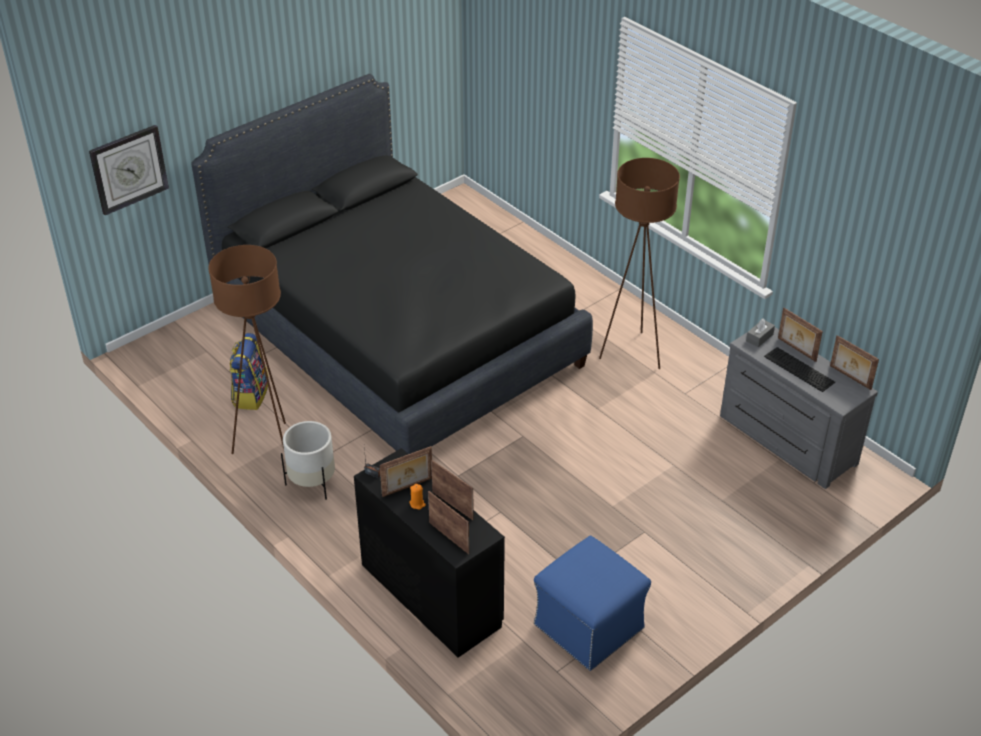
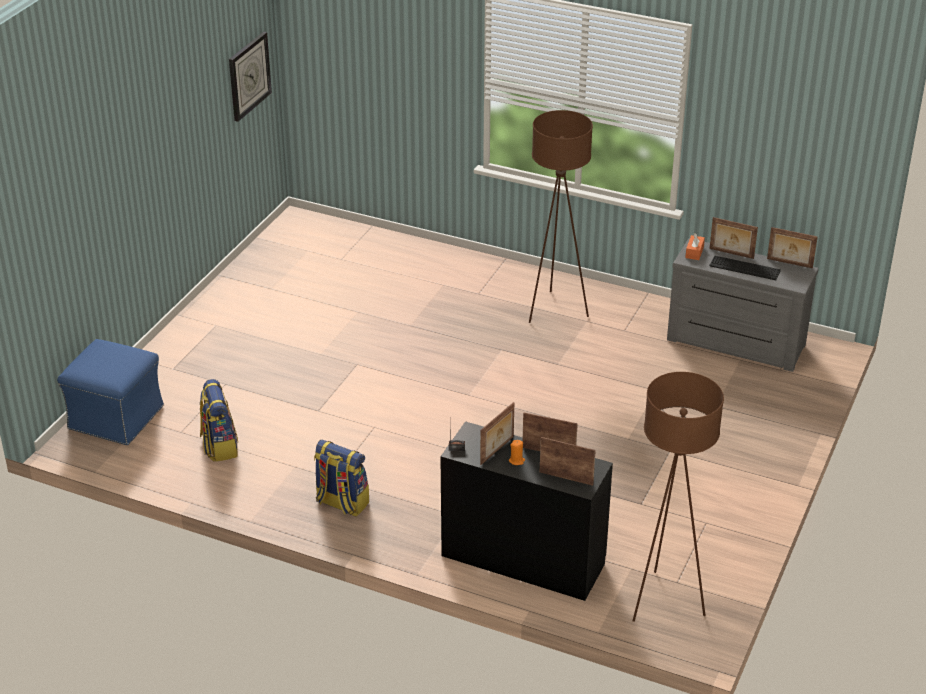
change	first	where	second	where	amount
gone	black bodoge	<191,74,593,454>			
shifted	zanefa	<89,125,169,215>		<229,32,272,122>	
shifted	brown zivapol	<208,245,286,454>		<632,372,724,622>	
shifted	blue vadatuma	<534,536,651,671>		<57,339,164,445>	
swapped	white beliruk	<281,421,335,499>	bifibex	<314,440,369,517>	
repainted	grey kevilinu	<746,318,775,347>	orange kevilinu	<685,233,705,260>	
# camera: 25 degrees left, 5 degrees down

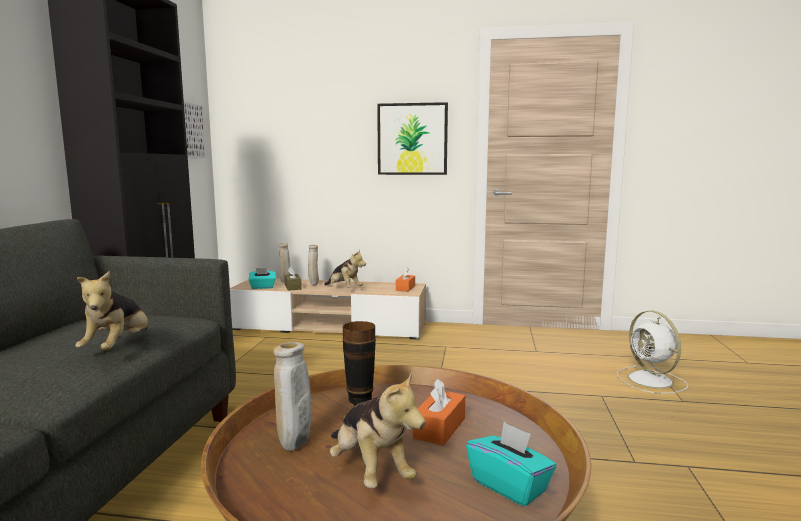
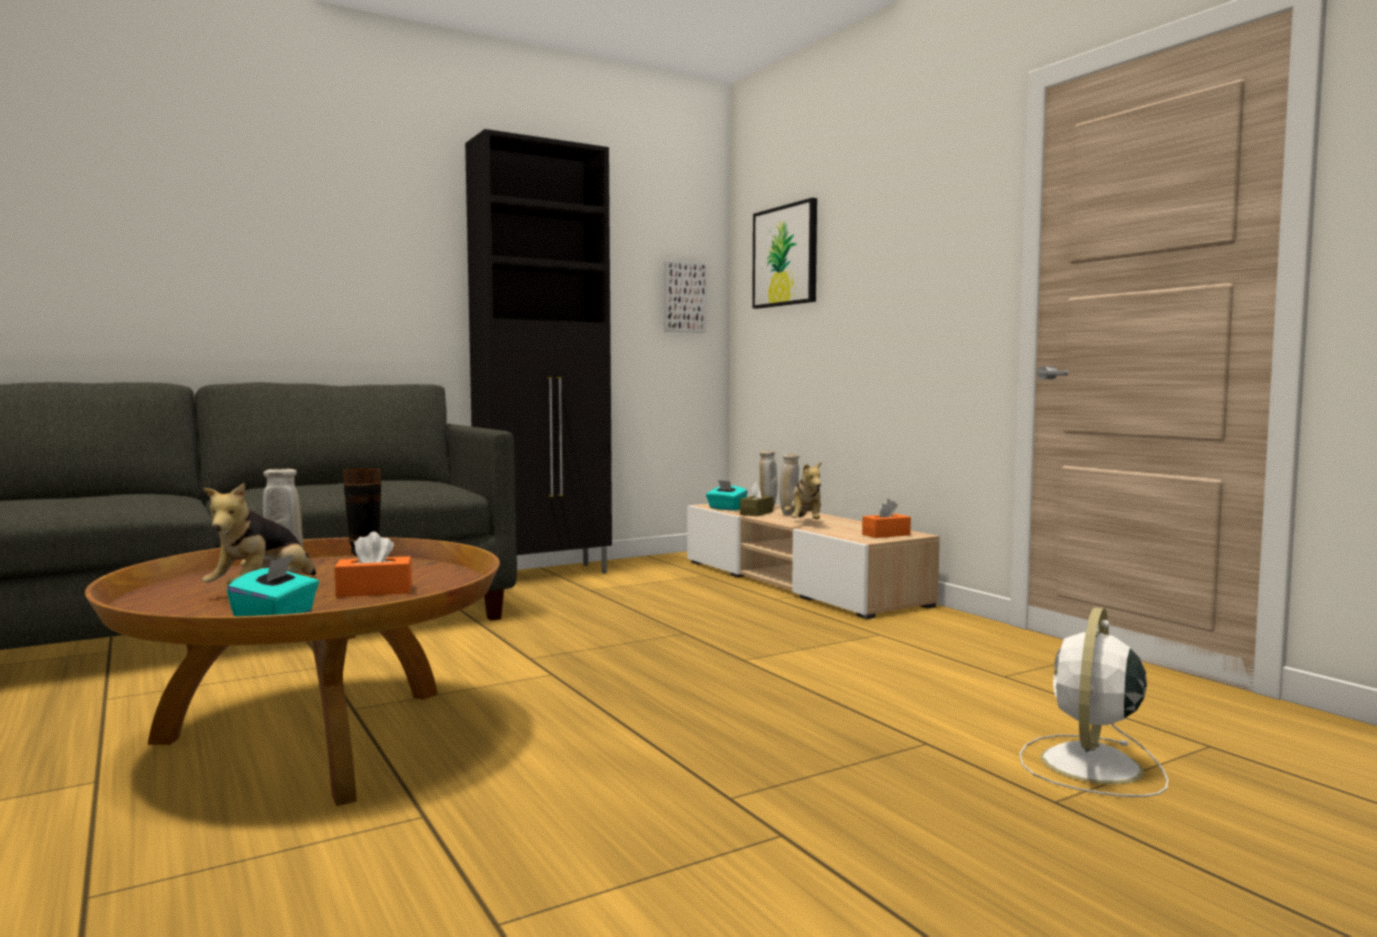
change	first	where	second	where	amount
gone	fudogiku	<75,271,148,350>			
shifted	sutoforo	<377,102,448,175>		<752,198,817,309>	
# camera: 50 degrees right, 5 degrees down

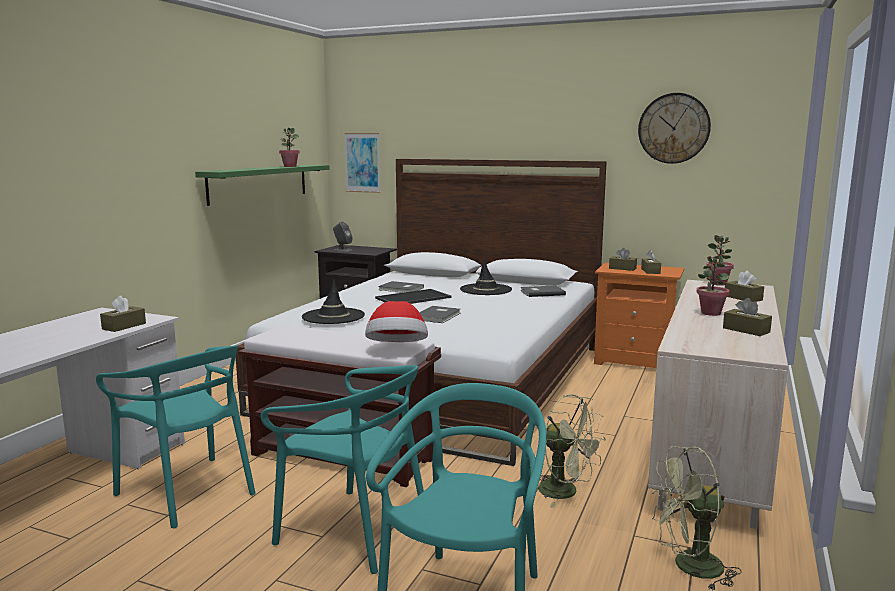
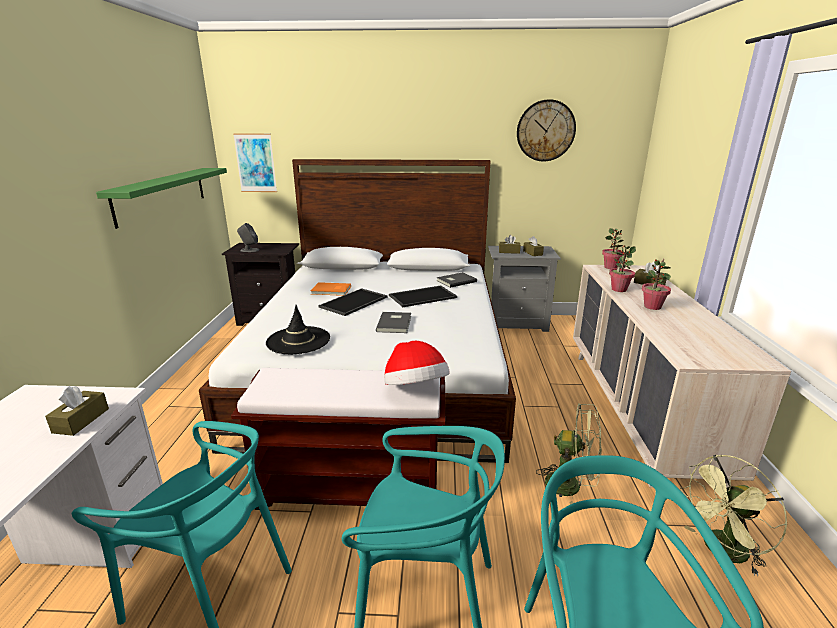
change	first	where	second	where	amount
gone	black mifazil	<460,259,512,295>			
gone	brown kevilinu	<723,298,772,336>			
new			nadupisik	<389,285,457,307>	
shifted	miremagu	<279,128,300,167>		<609,245,636,292>	
repainted	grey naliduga	<379,281,424,293>	orange naliduga	<311,282,351,296>	
repainted	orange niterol	<594,263,685,368>	grey niterol	<488,246,561,332>	
# camera: 20 degrees left, 10 degrees up

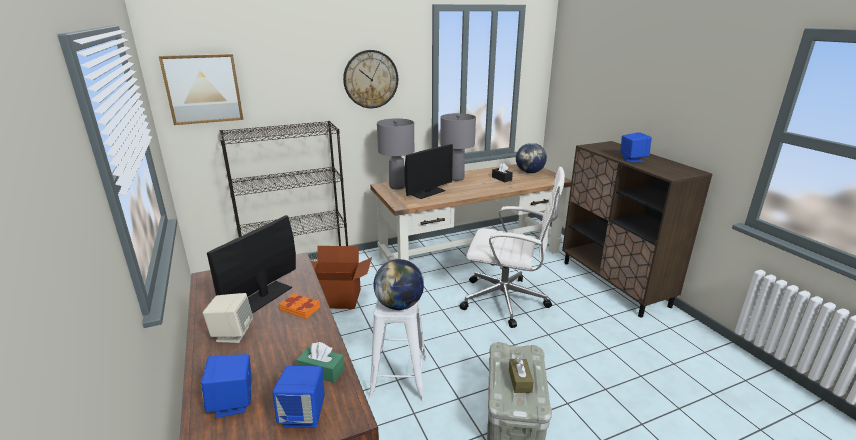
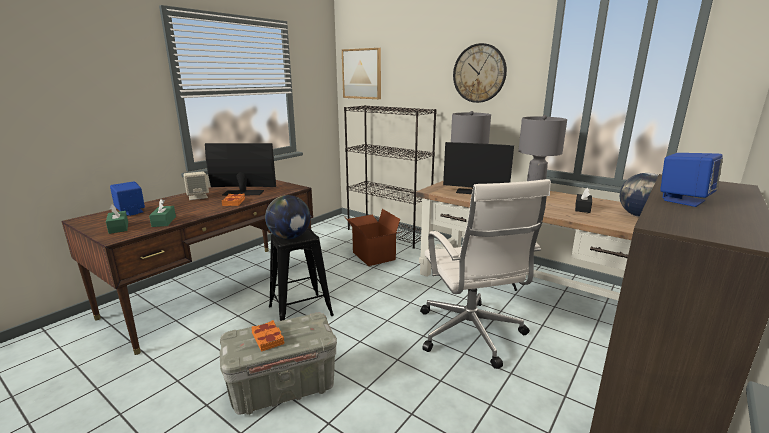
change	first	where	second	where	amount
swapped	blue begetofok	<272,366,325,428>	green kevilinu	<106,204,128,234>	
swapped	brown kevilinu	<509,357,534,393>	orange naliduga	<251,320,284,352>	
repainted	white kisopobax	<368,299,427,401>	black kisopobax	<269,228,334,321>	
# camera: 60 degrees right, 5 degrees down

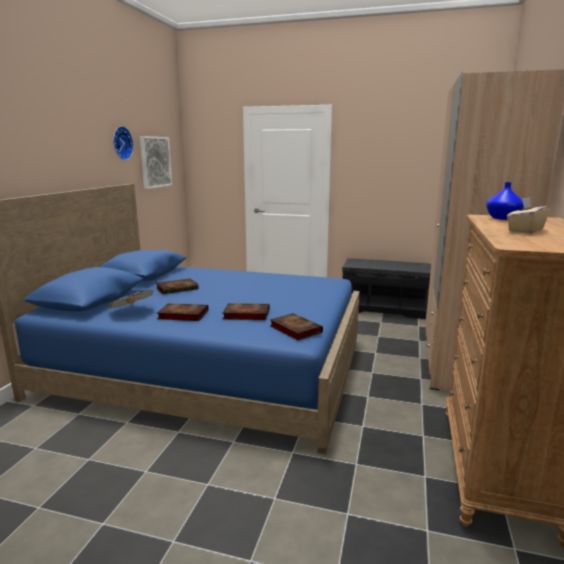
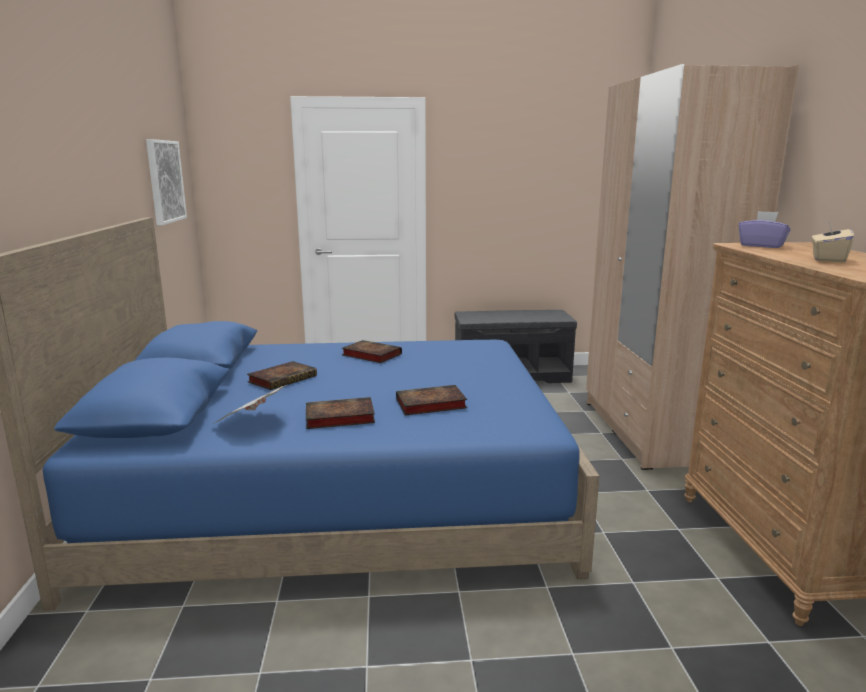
change	first	where	second	where	amount
gone	zanefa	<113,126,134,160>			
shifted	naliduga	<270,313,323,341>		<342,340,402,363>	
swapped	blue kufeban	<486,182,524,220>	purple kevilinu	<739,211,791,248>	
# camera: 20 degrees left, 0 degrees up

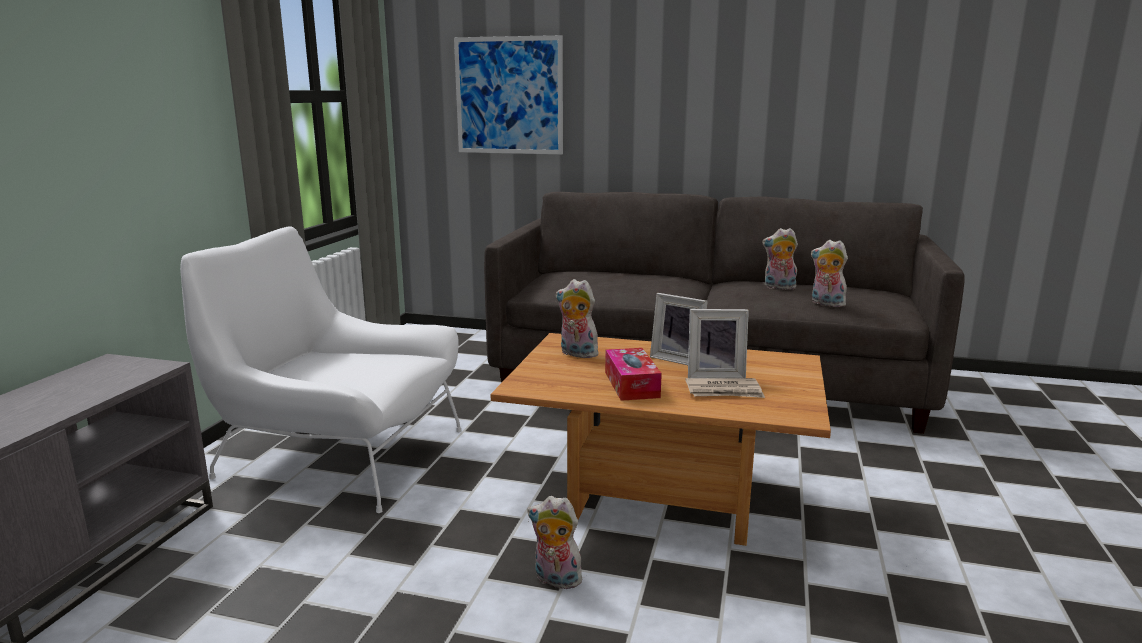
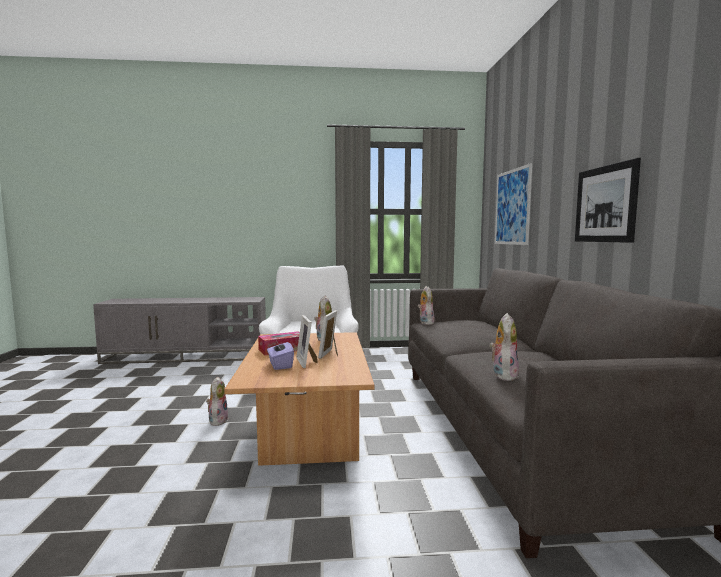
change	first	where	second	where	amount
new			sutoforo	<575,158,641,243>	
shifted	fudogiku	<762,228,798,290>		<418,286,435,325>	
swapped	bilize	<685,378,765,398>	purple kevilinu	<267,342,294,370>	
# camera: 70 degrees right, 10 degrees down

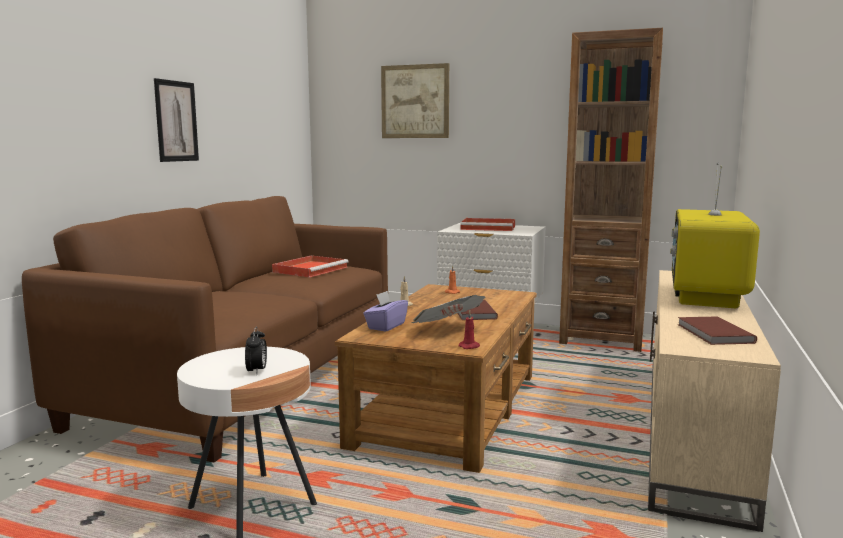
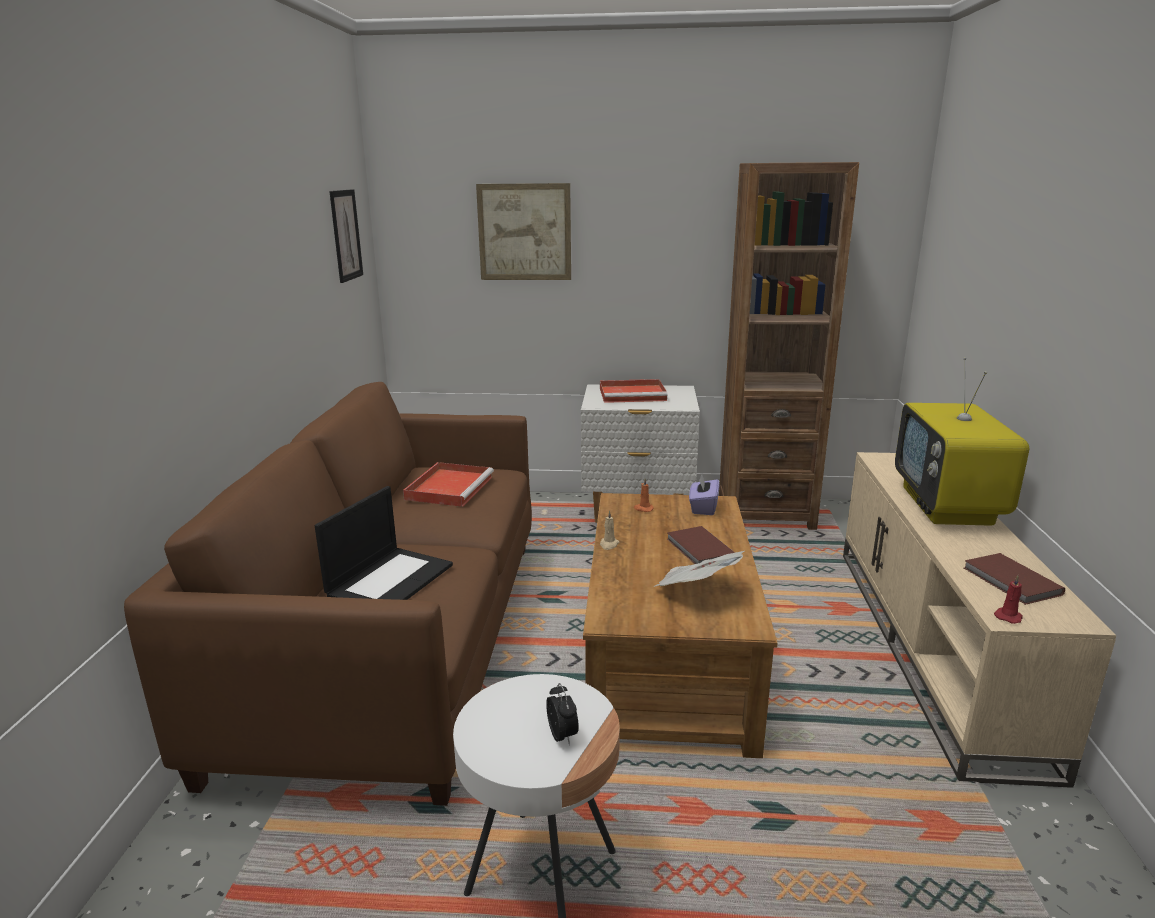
change	first	where	second	where	amount
new			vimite	<315,486,453,600>	
shifted	sutoforo	<154,78,199,162>		<329,189,363,283>	
shifted	purple kevilinu	<363,291,408,332>		<689,474,720,515>	
shifted	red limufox	<459,310,480,349>		<994,575,1023,624>	
# camera: 15 degrees left, 10 degrees up

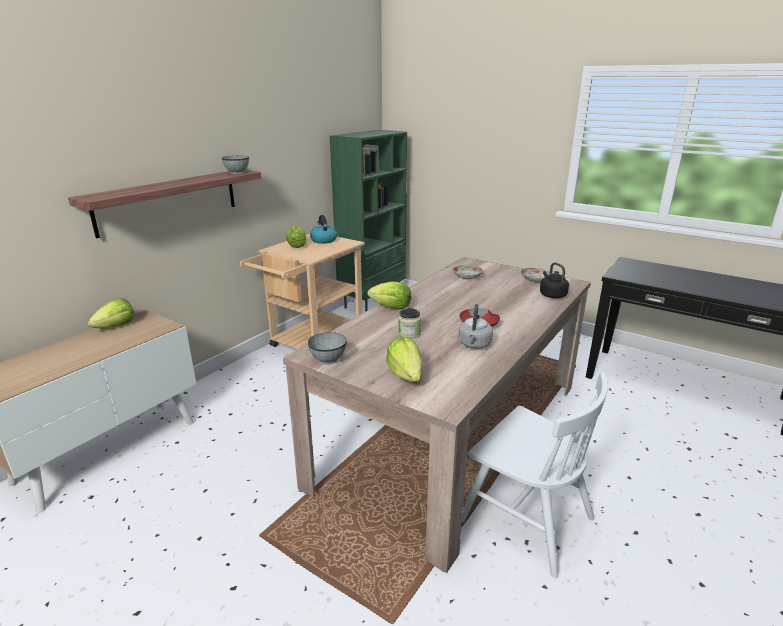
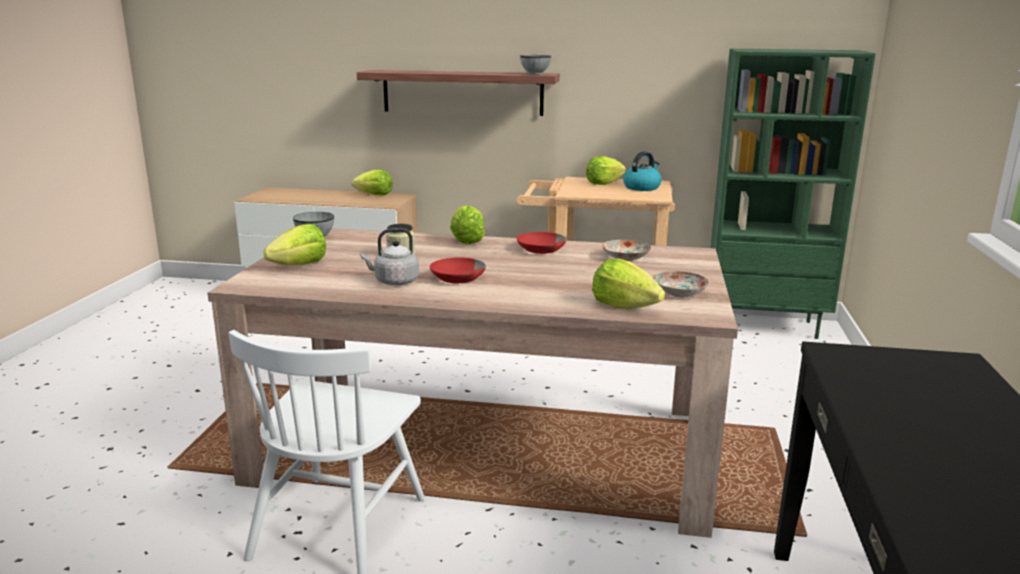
change	first	where	second	where	amount
new			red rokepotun	<517,232,567,254>	
swapped	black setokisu	<540,262,569,298>	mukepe	<592,259,665,309>	
# camera: 65 degrees right, 5 degrees down

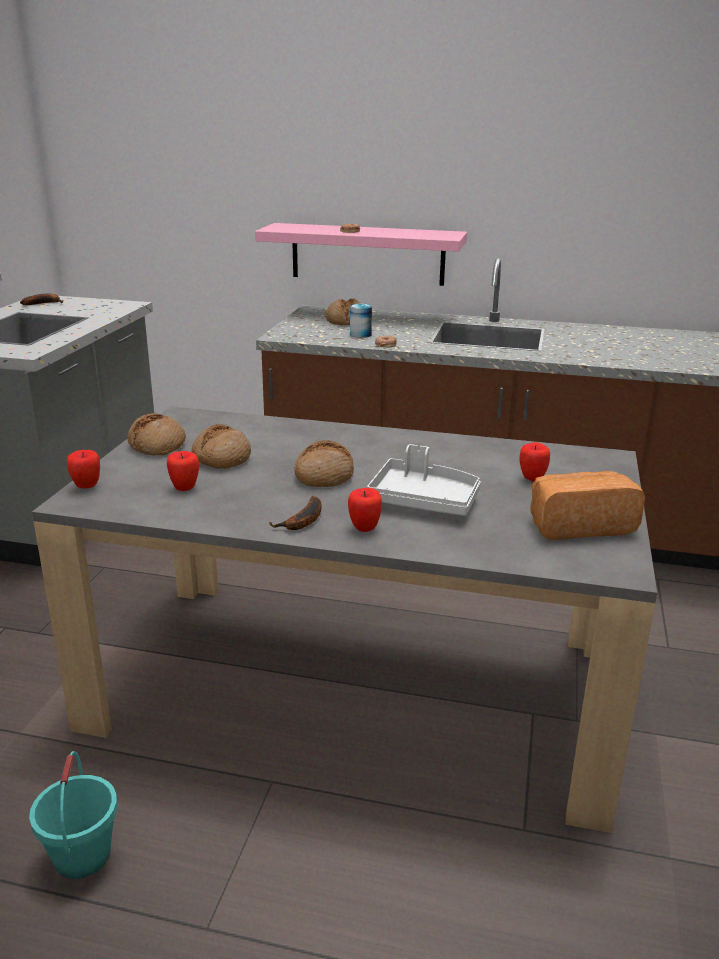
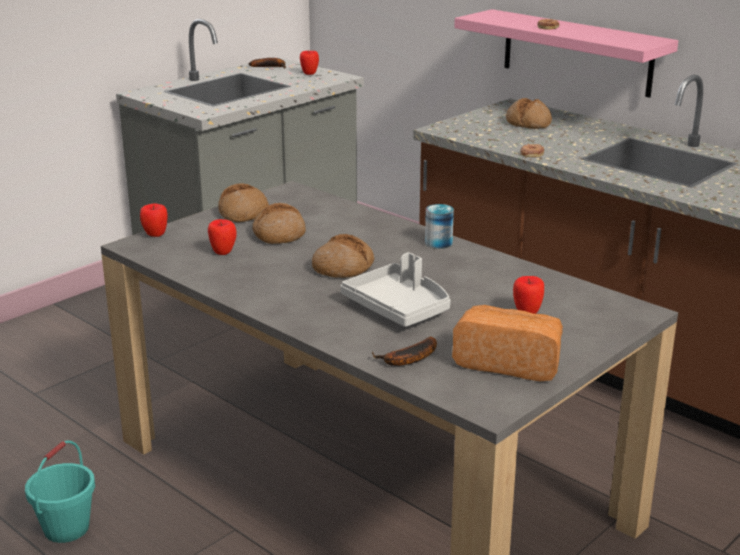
change	first	where	second	where	amount
shifted	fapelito	<269,496,322,530>		<372,337,437,366>	
shifted	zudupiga	<348,488,382,532>		<300,51,319,75>	
shifted	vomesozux	<350,303,372,338>		<425,204,454,249>	
# camera: 30 degrees right, 0 degrees up

